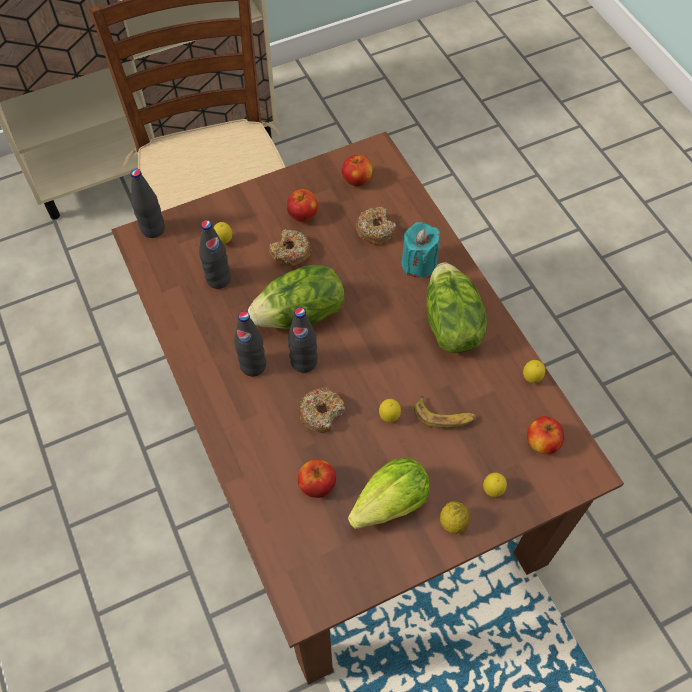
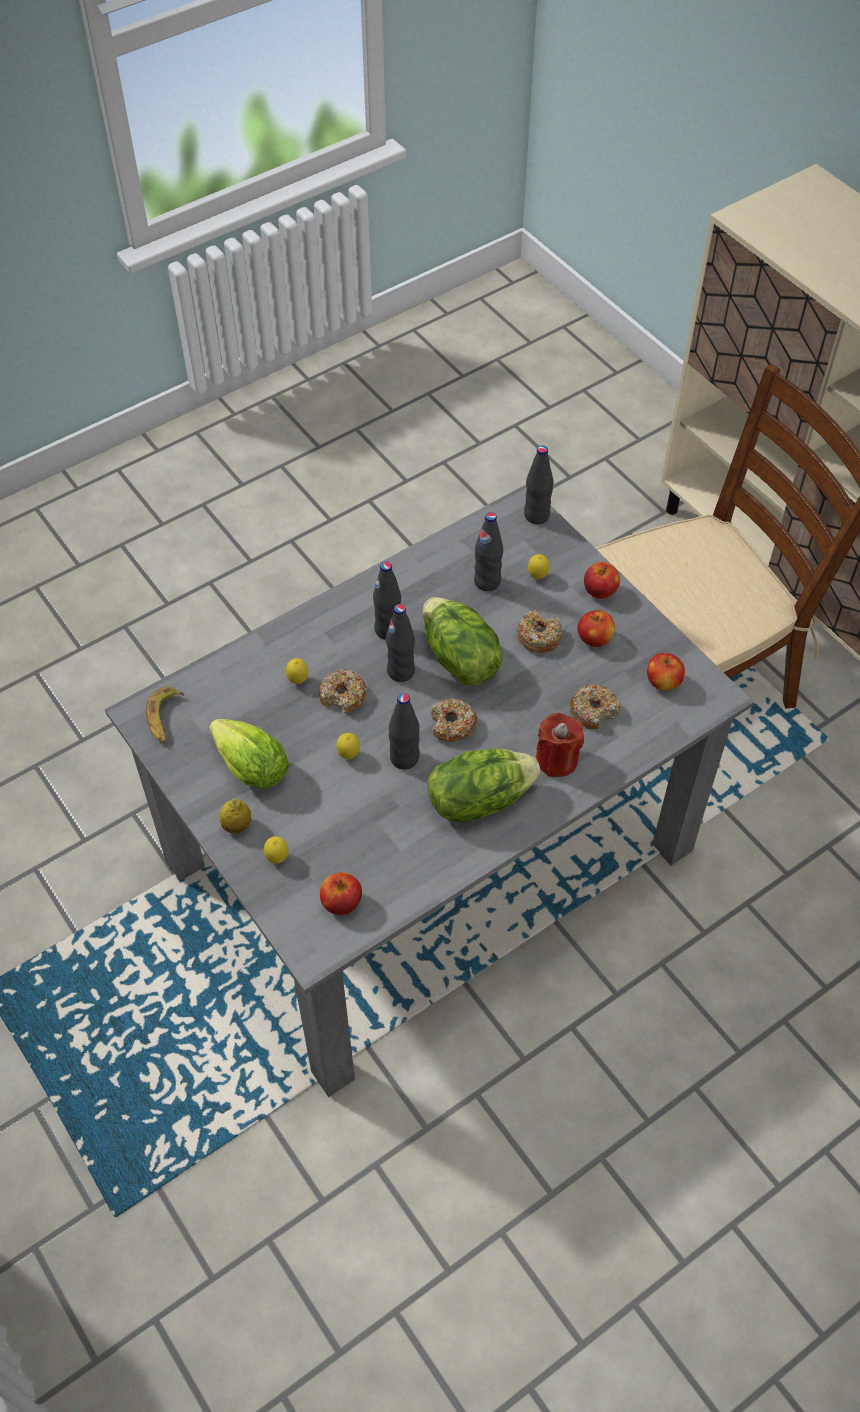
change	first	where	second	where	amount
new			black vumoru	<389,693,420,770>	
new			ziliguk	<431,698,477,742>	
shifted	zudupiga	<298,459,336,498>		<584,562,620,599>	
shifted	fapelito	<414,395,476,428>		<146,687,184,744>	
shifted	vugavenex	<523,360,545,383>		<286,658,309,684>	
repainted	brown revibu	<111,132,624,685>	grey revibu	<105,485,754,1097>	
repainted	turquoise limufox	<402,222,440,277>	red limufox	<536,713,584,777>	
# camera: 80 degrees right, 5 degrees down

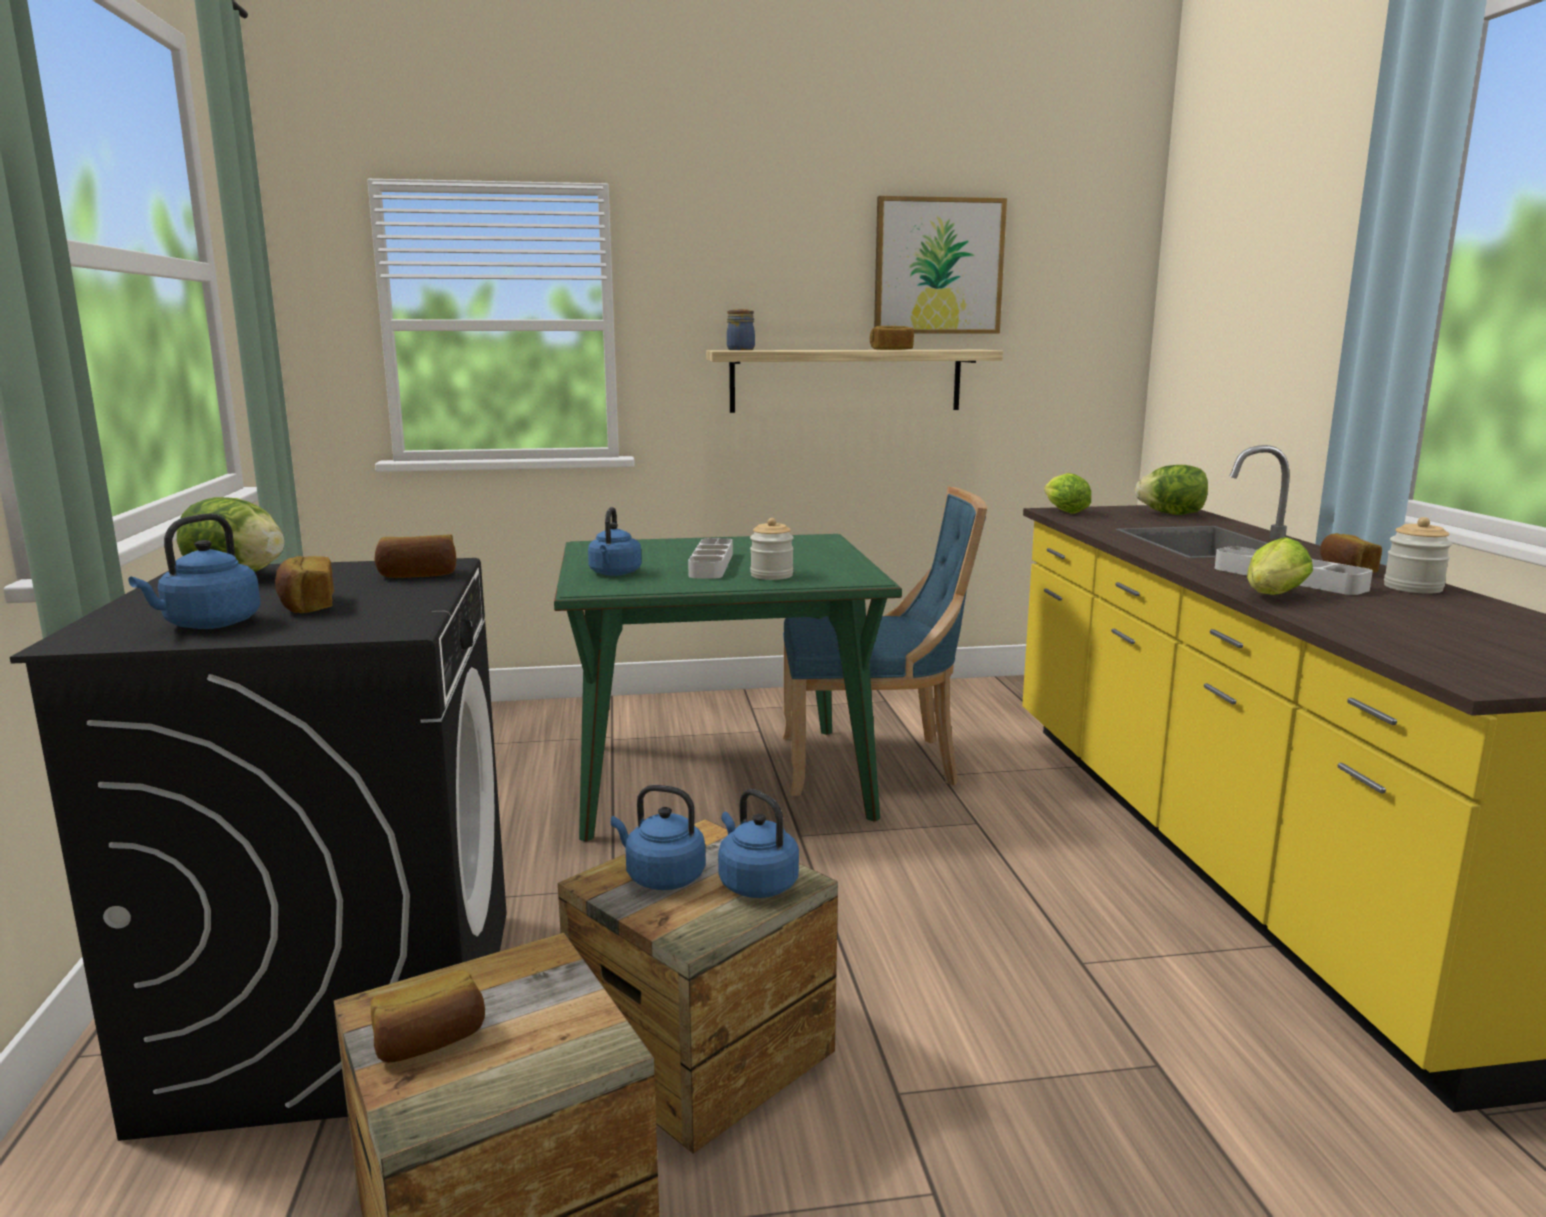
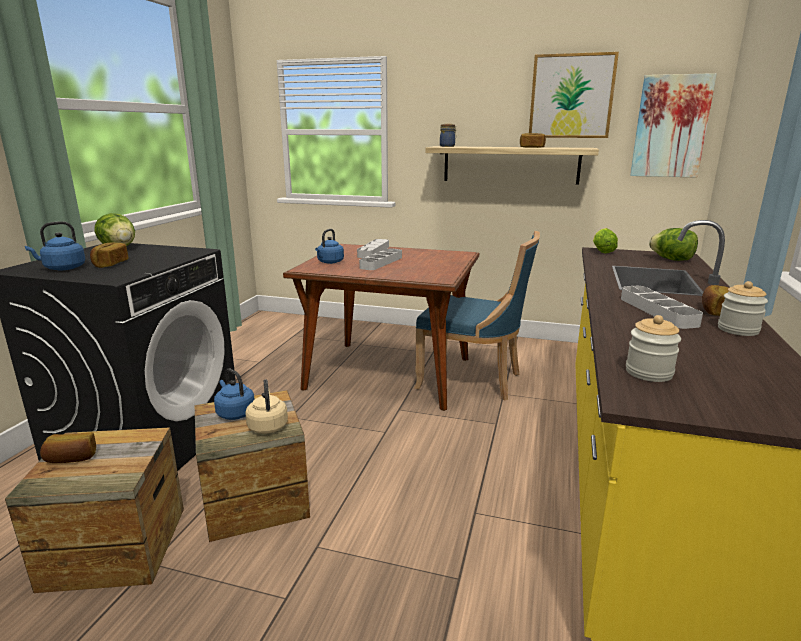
change	first	where	second	where	amount
gone	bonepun	<374,534,456,578>			
gone	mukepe	<1247,537,1313,595>			
new			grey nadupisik	<357,239,389,258>	
new			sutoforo	<630,73,717,178>	
shifted	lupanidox	<750,518,794,580>		<626,315,681,382>	
repainted	green revibu	<554,534,902,842>	brown revibu	<283,244,479,411>	
repainted	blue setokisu	<718,789,799,898>	beige setokisu	<245,379,288,434>	
# camera: 25 degrees right, 5 degrees up

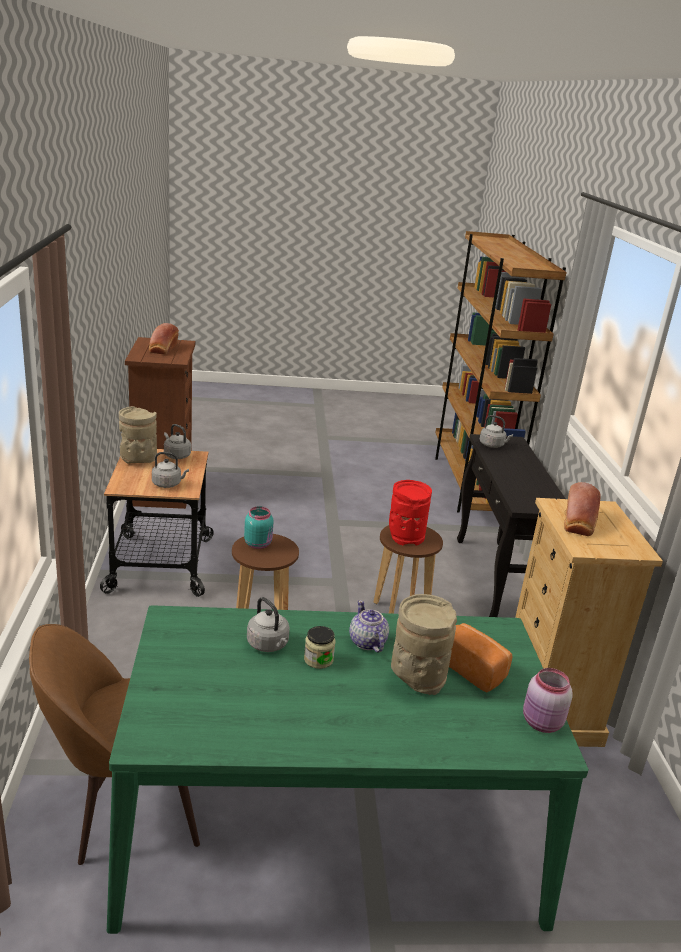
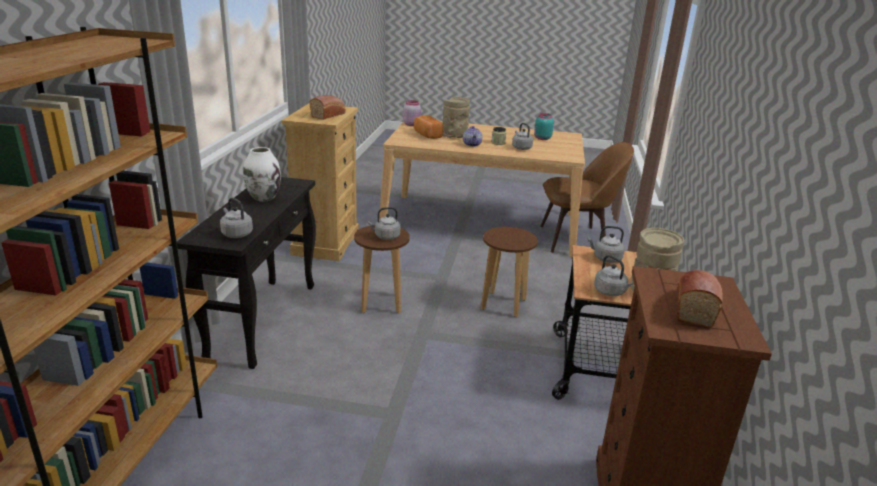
change	first	where	second	where	amount
new			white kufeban	<243,147,281,202>	
shifted	turquoise lupanidox	<244,506,274,549>		<534,113,554,140>	
swapped	red kufeban	<389,480,432,545>	grey setokisu	<367,207,400,240>	
repainted	green revibu	<107,605,589,934>	beige revibu	<380,121,585,257>	
# camera: 165 degrees left, 0 degrees up

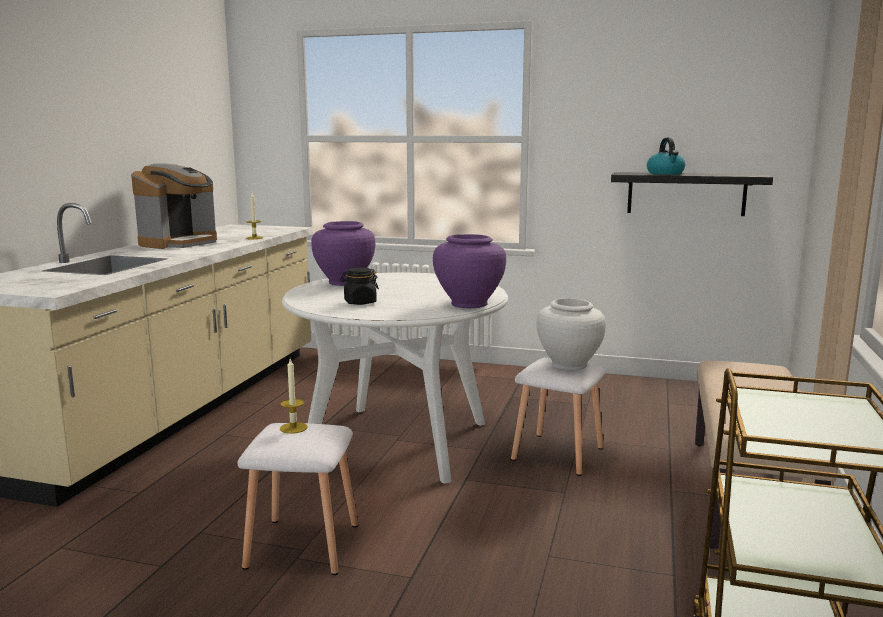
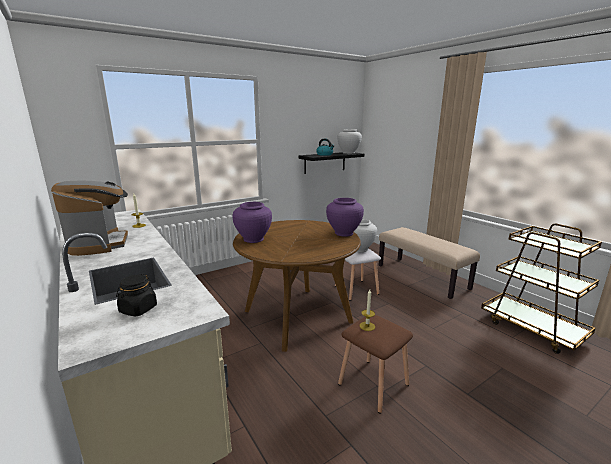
change	first	where	second	where	amount
new			white kufeban	<337,129,362,154>	
shifted	black lupanidox	<340,268,379,305>		<116,274,157,317>	
repainted	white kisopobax	<237,423,358,575>	brown kisopobax	<338,315,413,413>	
repainted	white revibu	<282,273,508,484>	brown revibu	<233,220,361,352>	
# camera: 50 degrees left, 5 degrees up

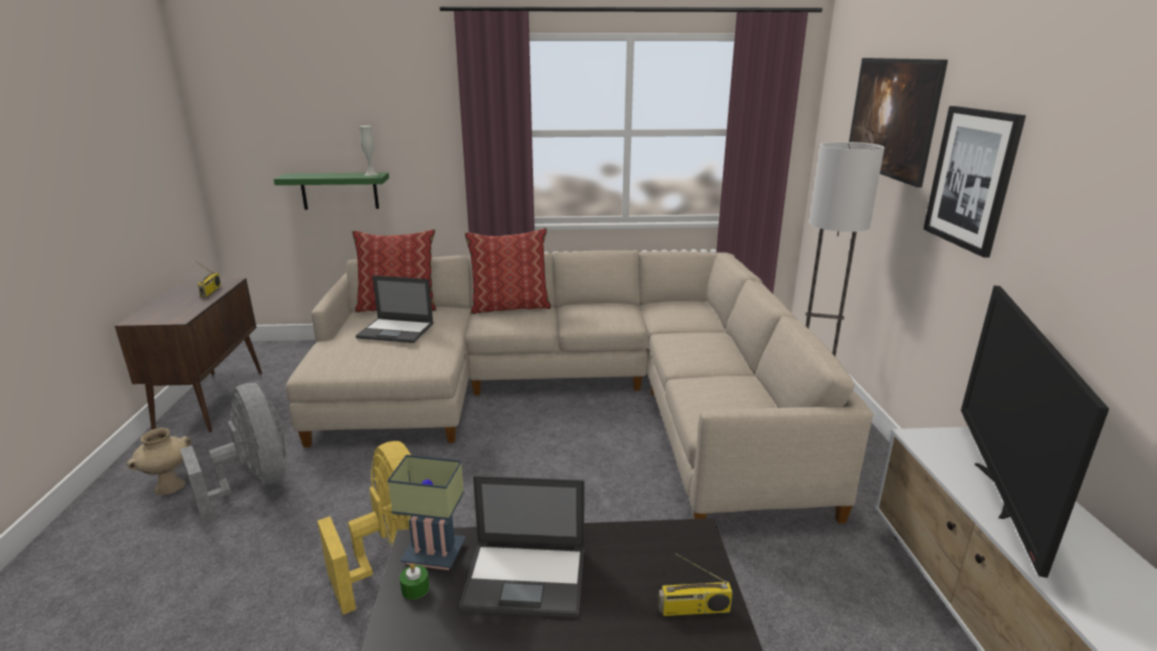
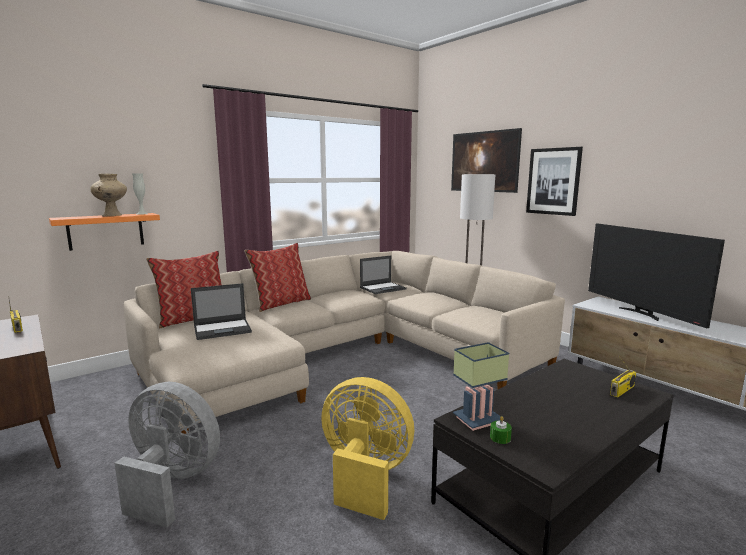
change	first	where	second	where	amount
shifted	beige kufeban	<127,428,191,495>		<90,174,127,216>	
shifted	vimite	<459,475,584,618>		<360,256,407,294>	
repainted	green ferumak	<274,172,389,210>	orange ferumak	<49,213,160,251>	
# camera: 35 degrees left, 10 degrees down

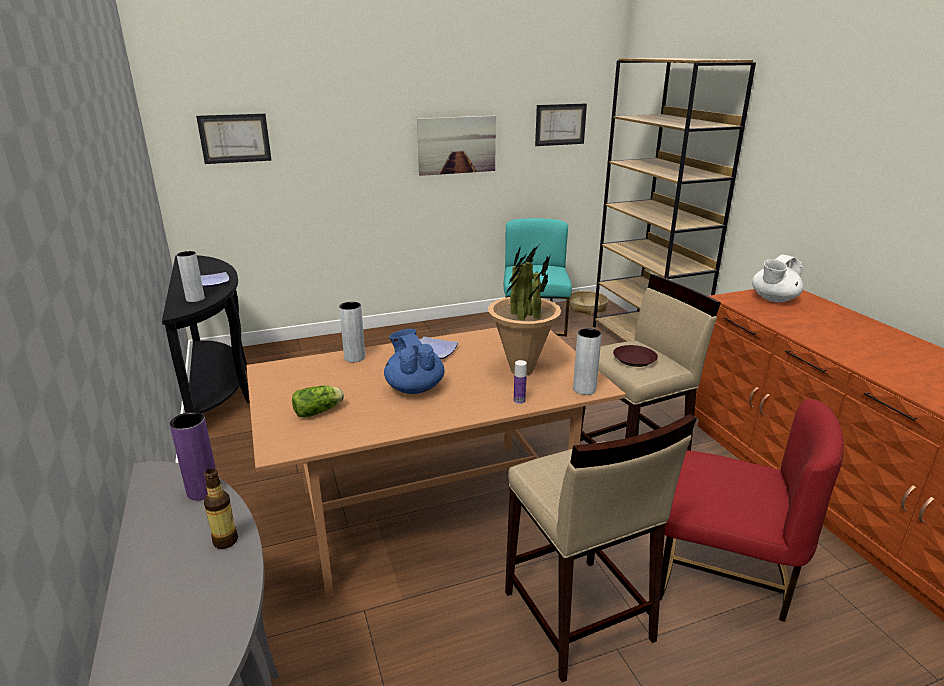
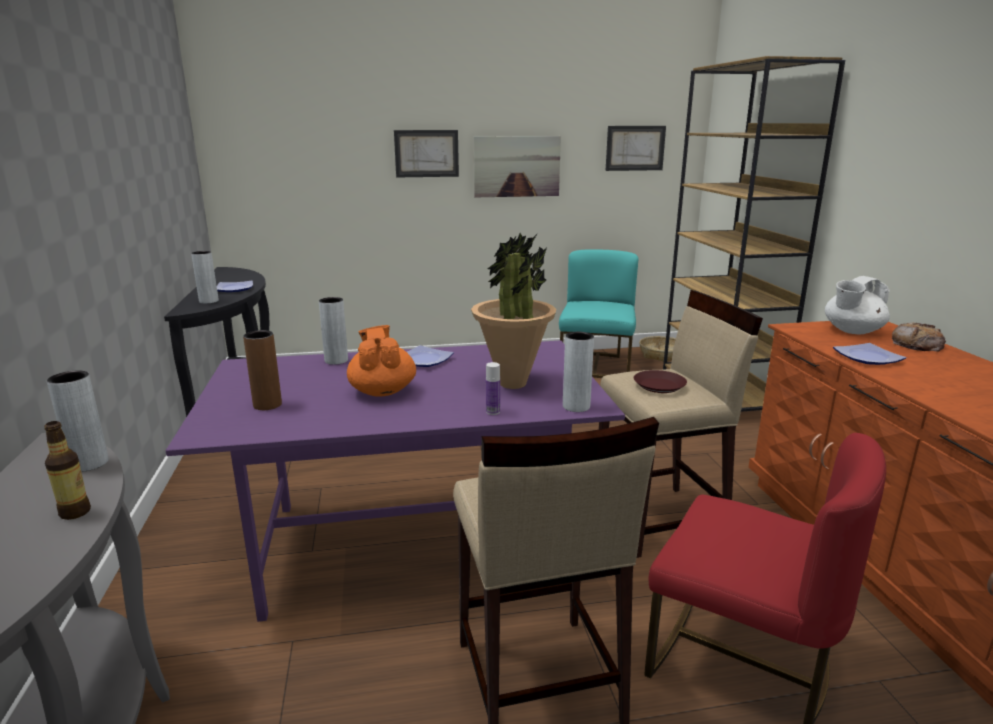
change	first	where	second	where	amount
new			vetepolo	<833,343,906,365>	
new			bonepun	<892,323,946,352>	
shifted	sutoforo	<196,114,272,164>		<394,130,459,177>	
swapped	mukepe	<292,385,344,418>	brown kufeban	<243,330,282,410>	
repainted	purple kufeban	<170,412,216,500>	grey kufeban	<47,370,109,472>	
repainted	brown revibu	<246,327,626,598>	purple revibu	<165,340,625,622>	
repainted	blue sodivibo	<384,329,445,394>	orange sodivibo	<347,325,416,397>	
# camera: 10 degrees right, 5 degrees down

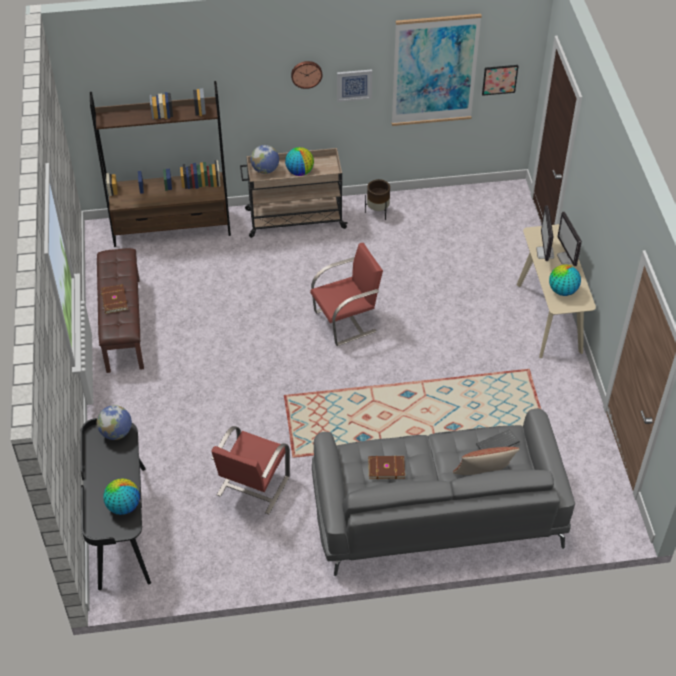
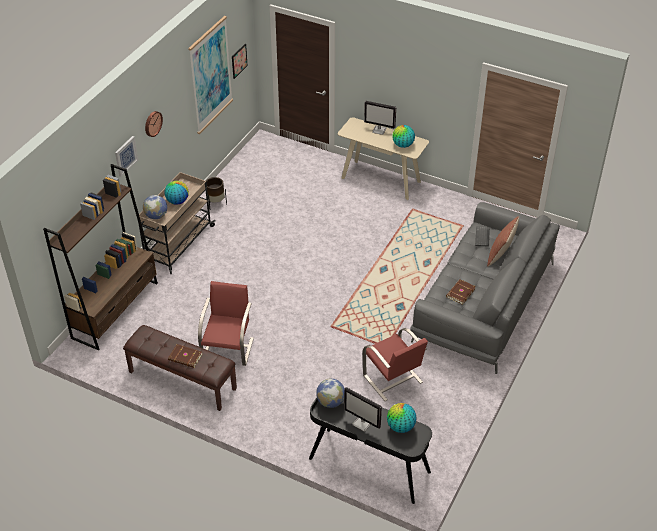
change	first	where	second	where	amount
shifted	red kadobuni	<310,243,383,346>		<198,281,254,366>	
shifted	sutoforo	<337,69,372,102>		<115,136,138,177>	
shifted	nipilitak	<536,206,554,261>		<344,387,382,432>	
# camera: 55 degrees left, 5 degrees down

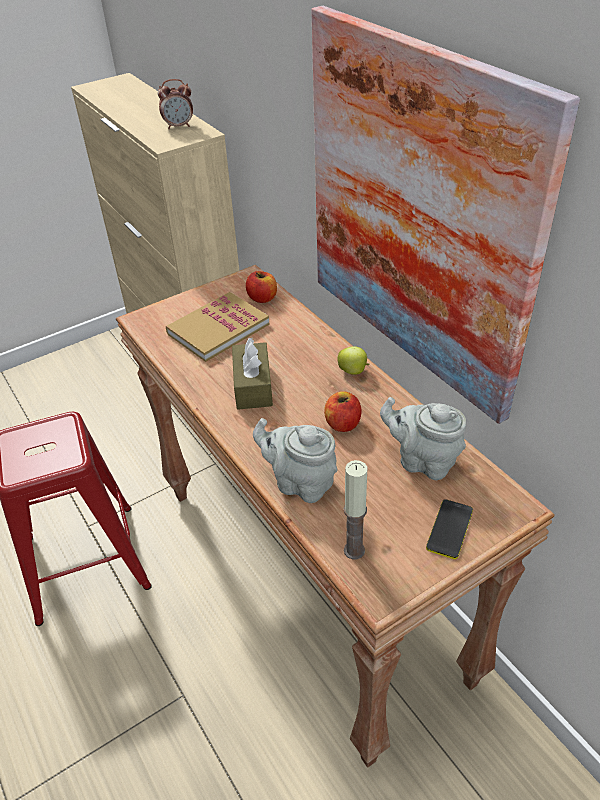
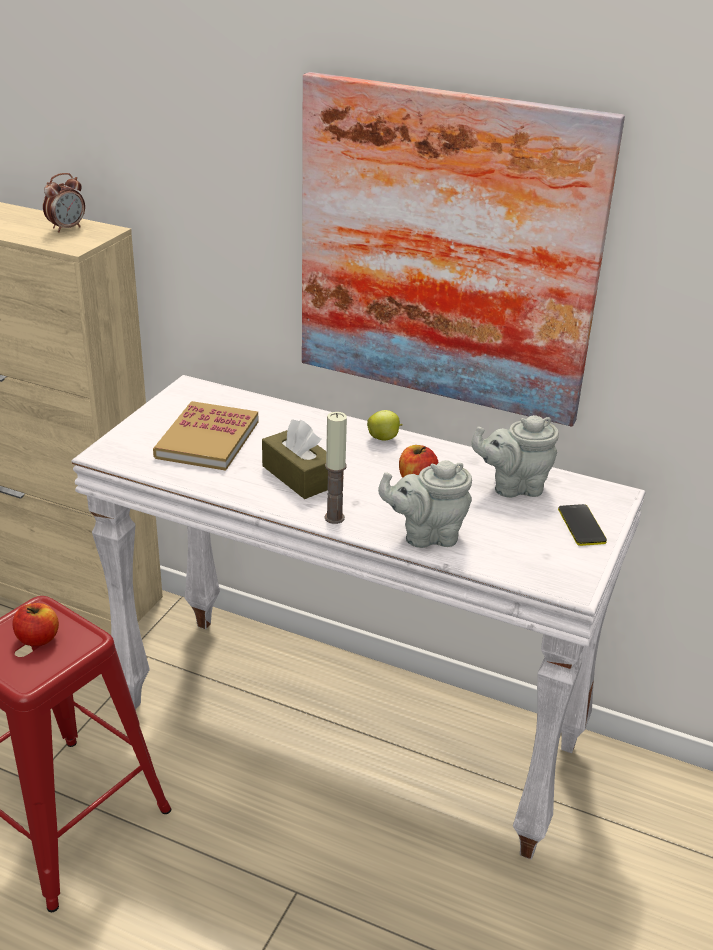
change	first	where	second	where	amount
shifted	zudupiga	<246,271,277,303>		<12,603,59,646>	
shifted	limufox	<344,460,368,560>		<325,412,347,524>	
repainted	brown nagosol	<116,265,555,767>	white nagosol	<72,375,646,859>	
# camera: 35 degrees left, 10 degrees down

